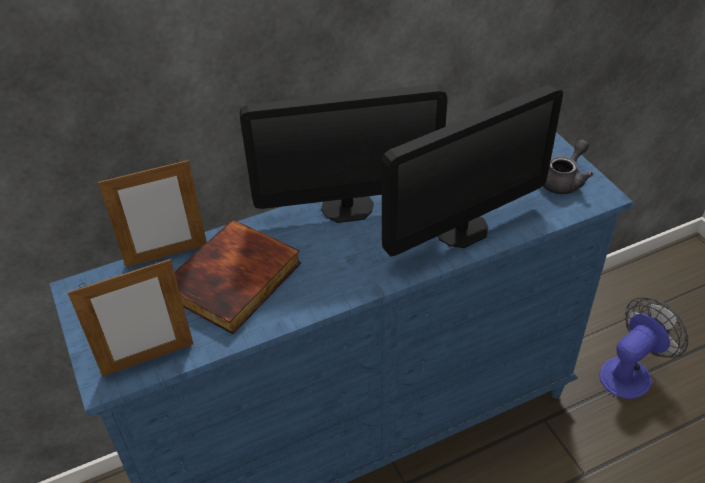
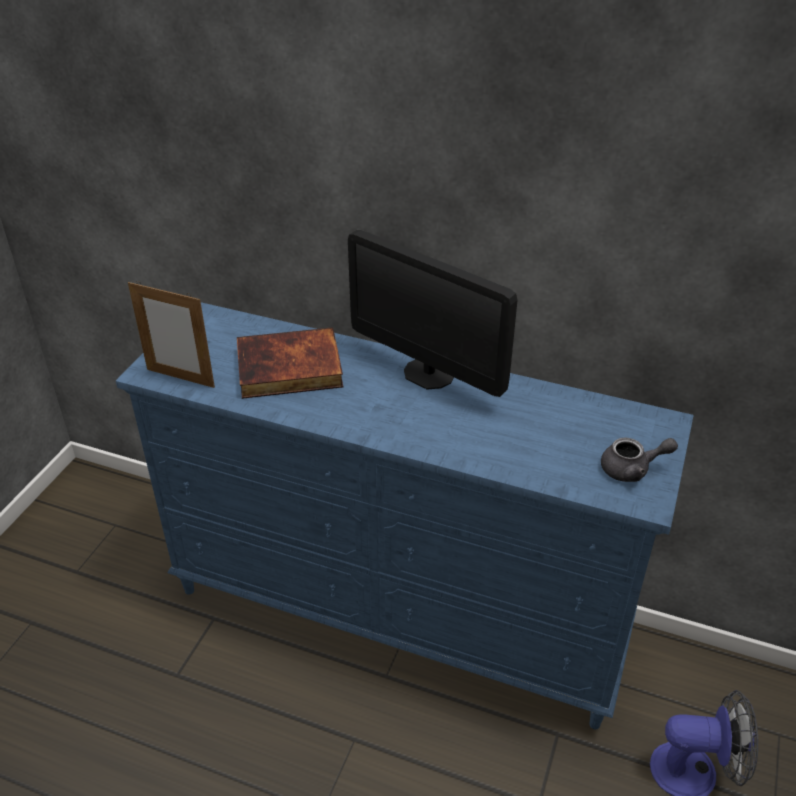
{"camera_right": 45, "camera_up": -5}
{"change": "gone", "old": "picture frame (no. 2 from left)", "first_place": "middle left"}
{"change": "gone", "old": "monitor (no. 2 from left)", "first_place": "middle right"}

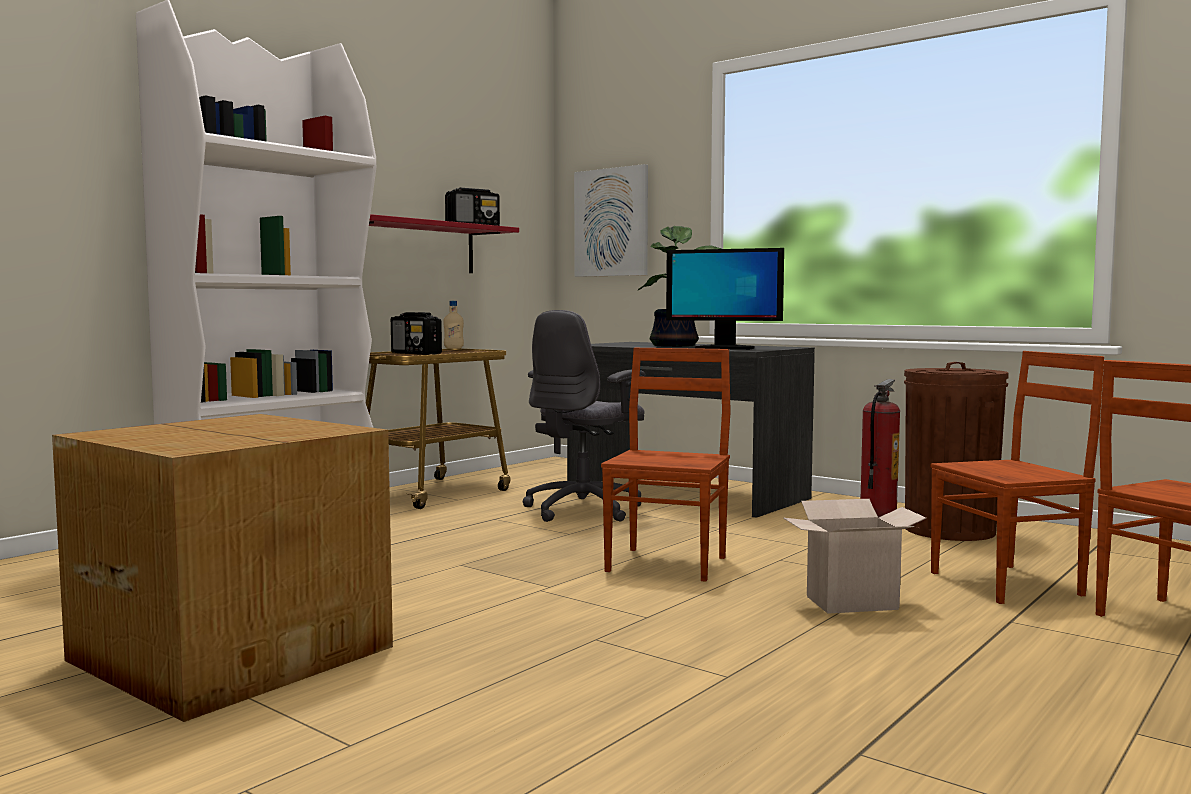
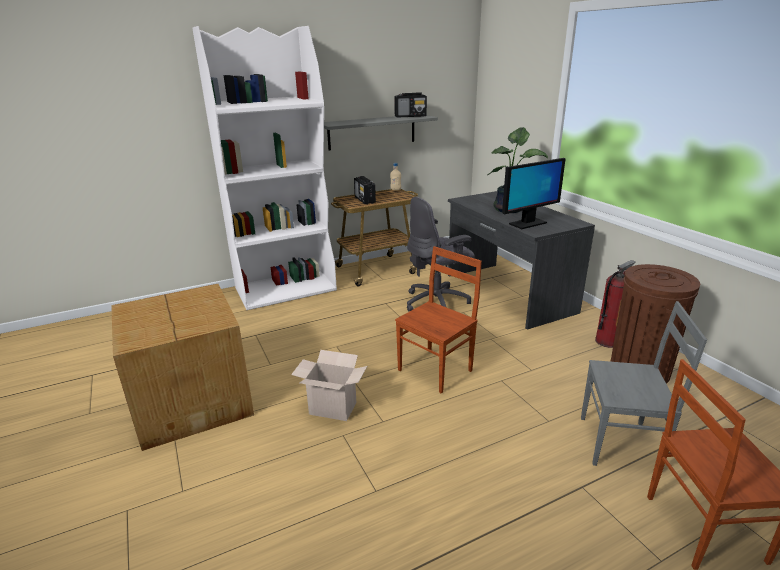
{"camera_right": 25, "camera_up": 20}
{"change": "shifted", "old": "cardboard box (no. 2 from left)", "first_place": "bottom right", "second_place": "bottom centre"}
{"change": "repainted", "old": "shelf (red)", "new": "shelf (grey)", "first_place": "top centre", "second_place": "top centre"}
{"change": "rotated", "old": "monitor", "first_place": "centre", "second_place": "middle right", "degrees": -75}
{"change": "repainted", "old": "chair (brown) (no. 2 from left)", "new": "chair (grey)", "first_place": "middle right", "second_place": "bottom right"}
{"change": "gone", "old": "picture", "first_place": "top centre"}

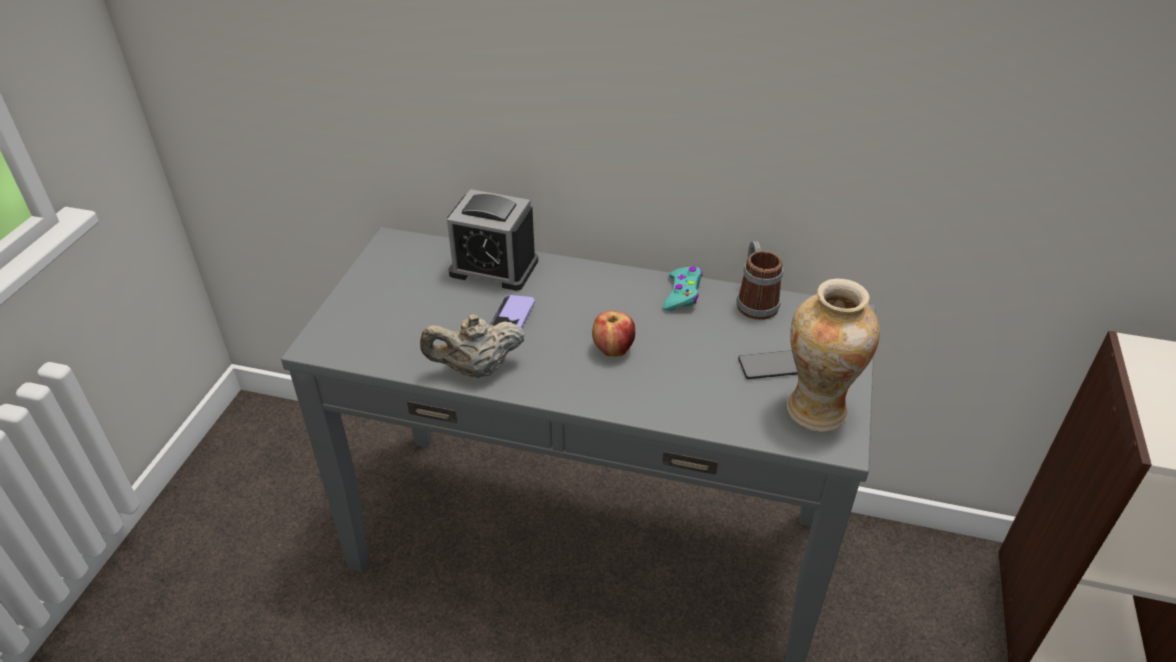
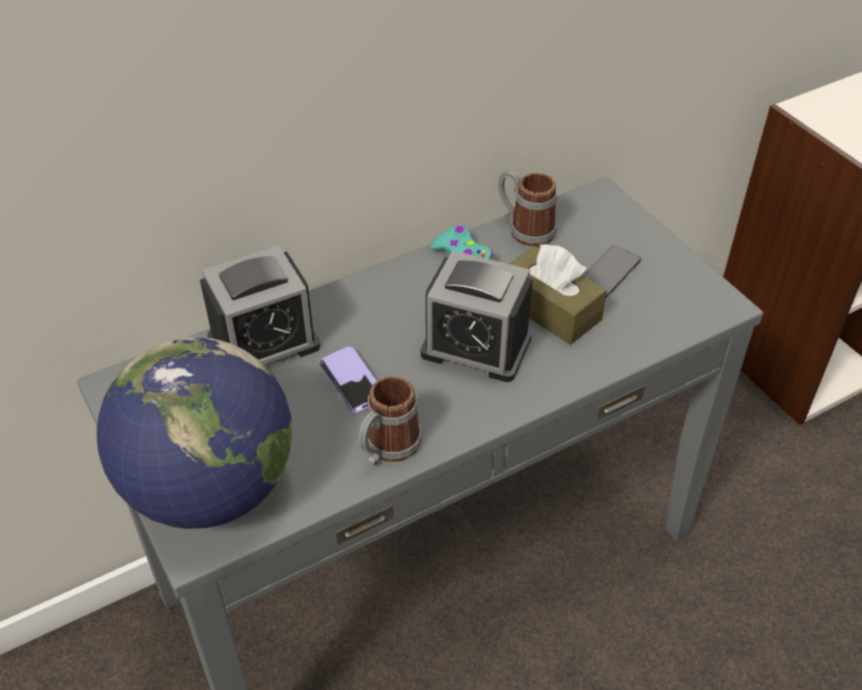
{"camera_right": -45, "camera_up": 5}
{"change": "new", "new": "globe", "second_place": "middle left"}
{"change": "swapped", "old": "teapot (beige)", "new": "mug (no. 1 from left)", "first_place": "centre", "second_place": "centre"}
{"change": "swapped", "old": "apple", "new": "alarm clock (no. 2 from left)", "first_place": "centre", "second_place": "centre"}
{"change": "new", "new": "tissue box (brown)", "second_place": "centre"}
{"change": "gone", "old": "vase", "first_place": "middle right"}

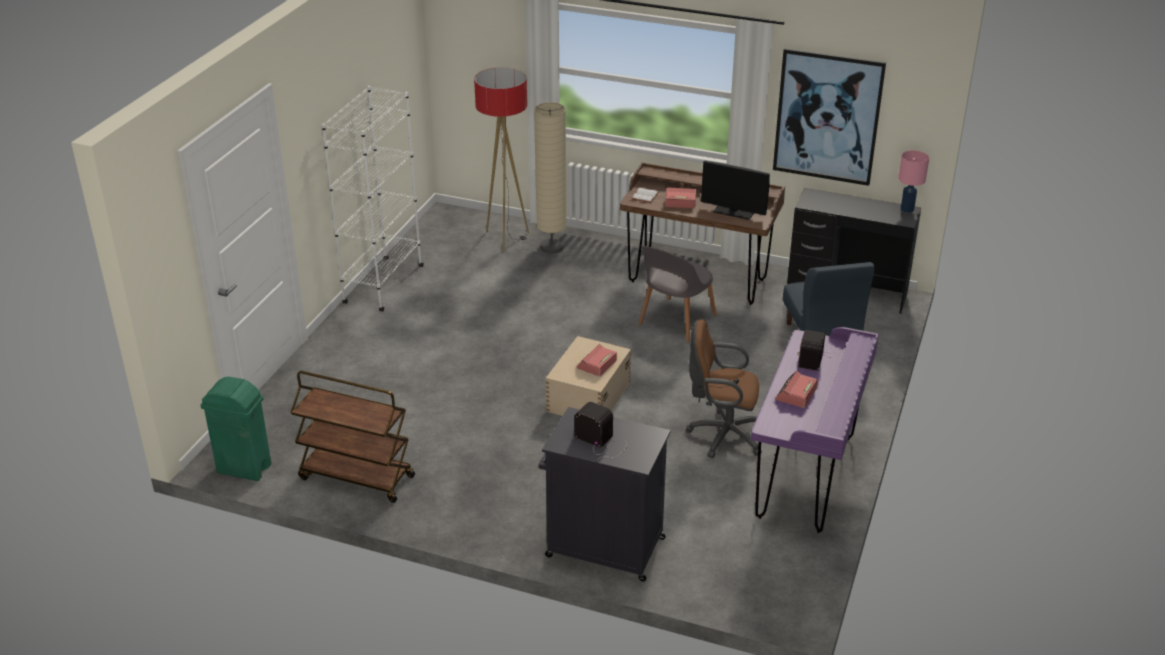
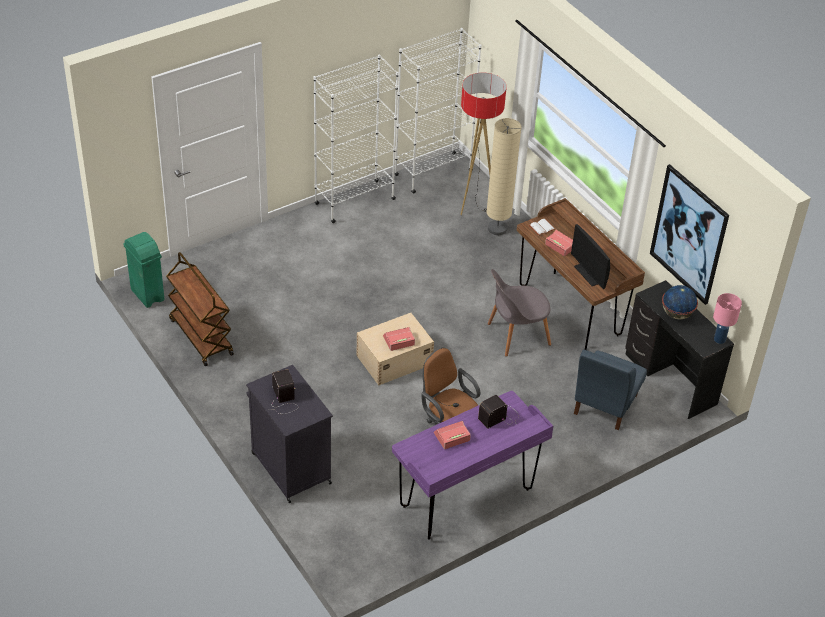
{"camera_right": 35, "camera_up": 10}
{"change": "new", "new": "bookcase (white) (no. 2 from left)", "second_place": "top centre"}
{"change": "new", "new": "globe", "second_place": "middle right"}

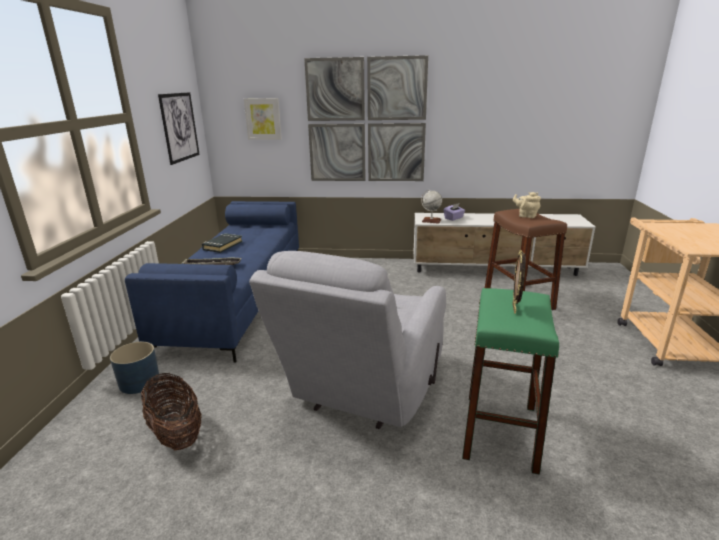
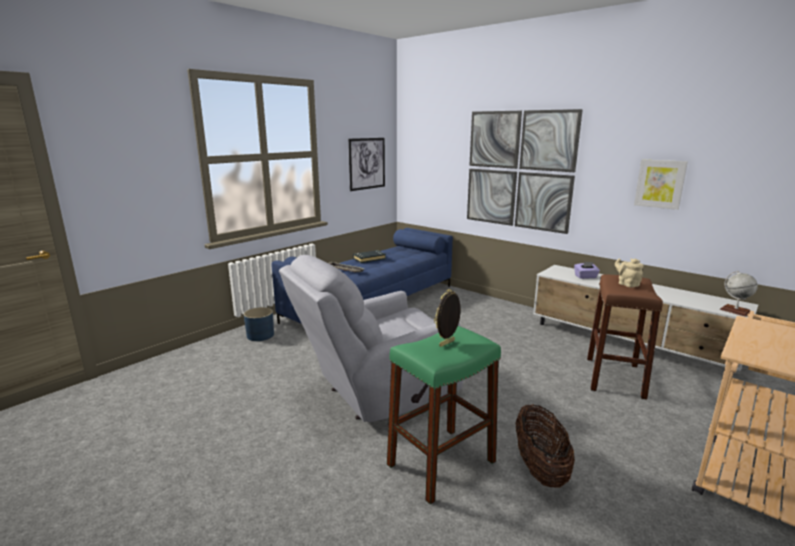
{"camera_right": 35, "camera_up": -5}
{"change": "shifted", "old": "basket", "first_place": "bottom left", "second_place": "bottom right"}
{"change": "shifted", "old": "picture (no. 2 from left in the first image)", "new": "picture (no. 3 from left)", "first_place": "top centre", "second_place": "middle right"}
{"change": "shifted", "old": "globe", "first_place": "centre", "second_place": "middle right"}

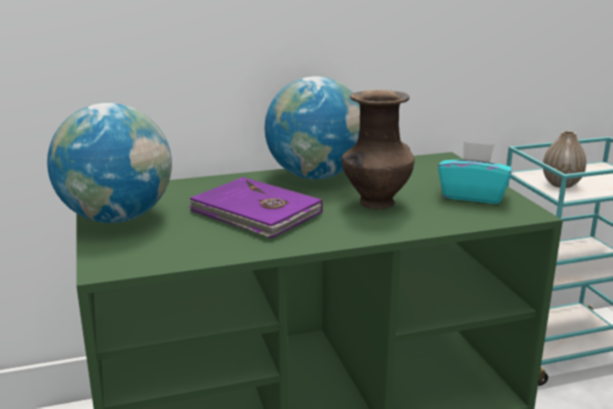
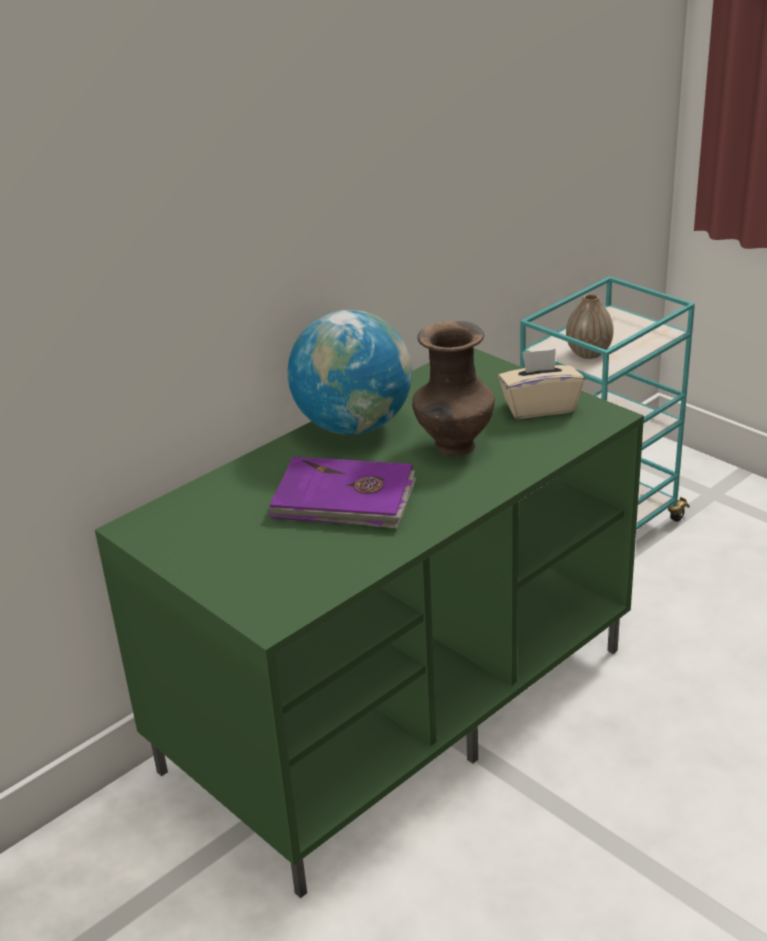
{"camera_right": -25, "camera_up": 10}
{"change": "repainted", "old": "tissue box (turquoise)", "new": "tissue box (beige)", "first_place": "middle right", "second_place": "middle right"}
{"change": "gone", "old": "globe (no. 1 from left)", "first_place": "middle left"}

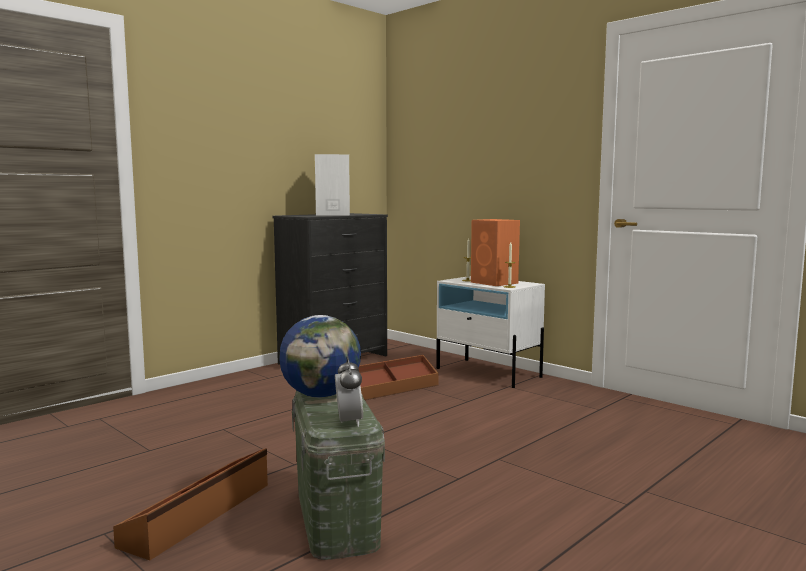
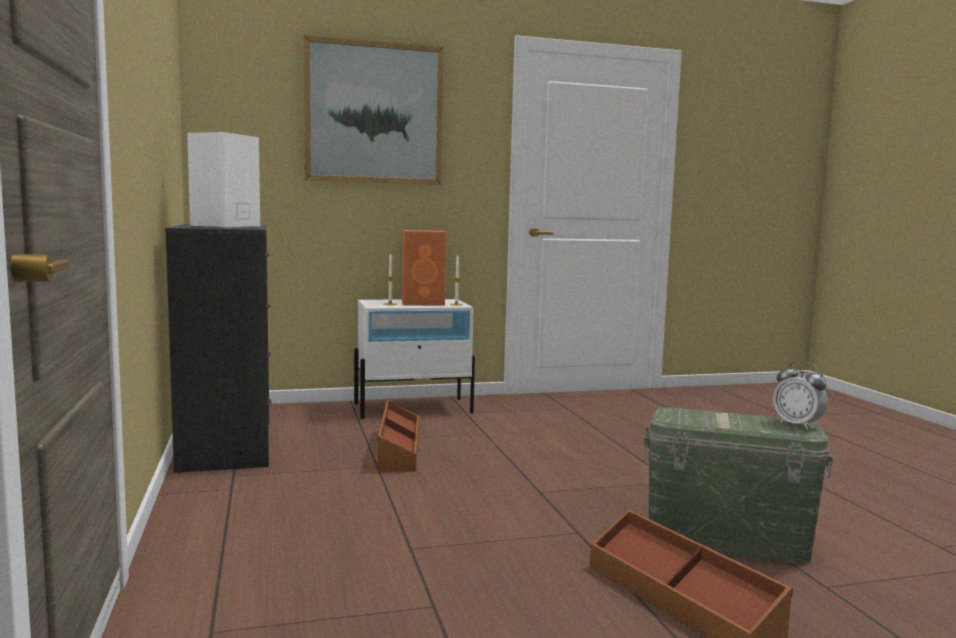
{"camera_right": -60, "camera_up": 0}
{"change": "new", "new": "picture", "second_place": "top centre"}
{"change": "rotated", "old": "alarm clock", "first_place": "bottom centre", "second_place": "middle right", "degrees": -150}
{"change": "gone", "old": "globe", "first_place": "centre"}

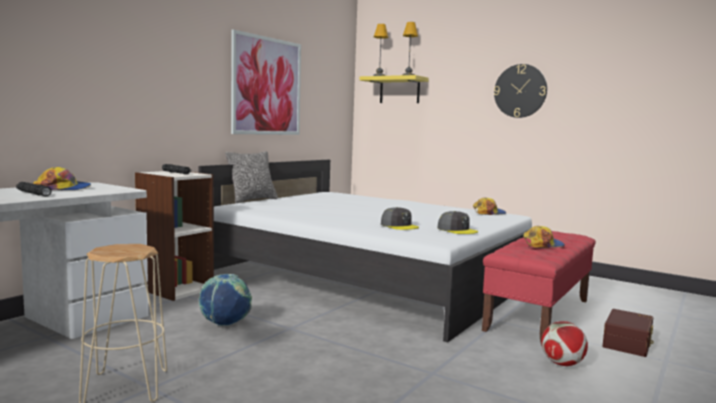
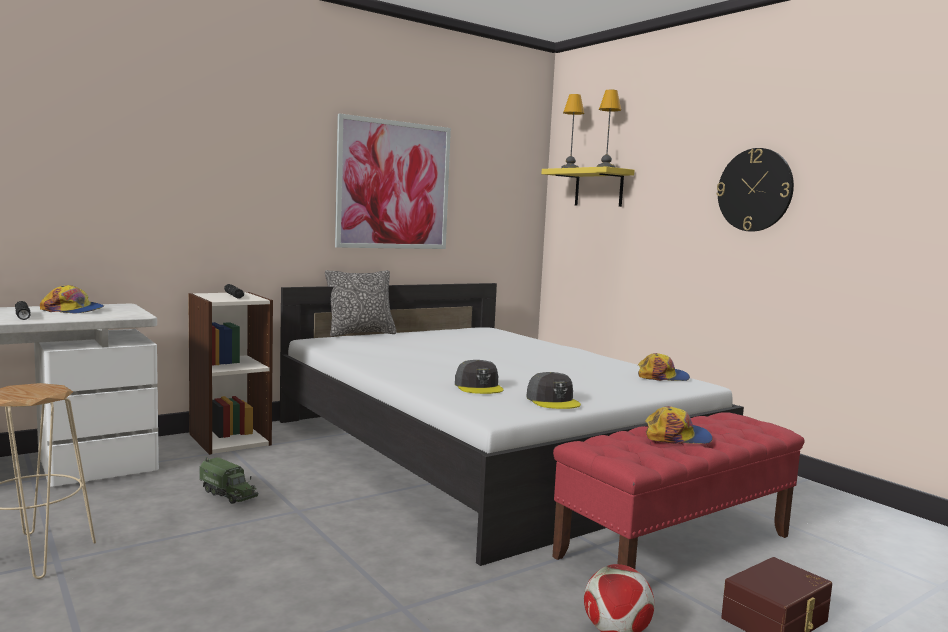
{"camera_right": 20, "camera_up": 0}
{"change": "swapped", "old": "globe", "new": "toy truck", "first_place": "bottom left", "second_place": "bottom left"}

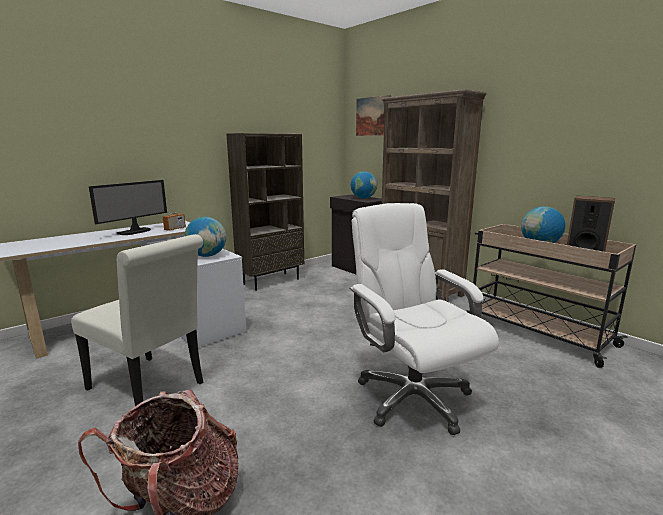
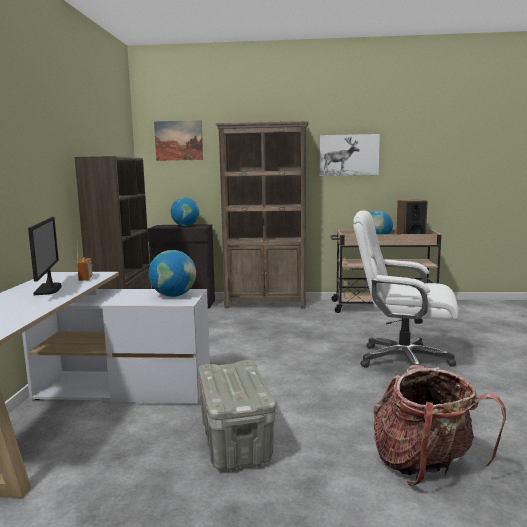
{"camera_right": -45, "camera_up": -5}
{"change": "swapped", "old": "chair (white)", "new": "storage box (grey)", "first_place": "middle left", "second_place": "bottom centre"}
{"change": "new", "new": "picture (no. 2 from left)", "second_place": "top centre"}

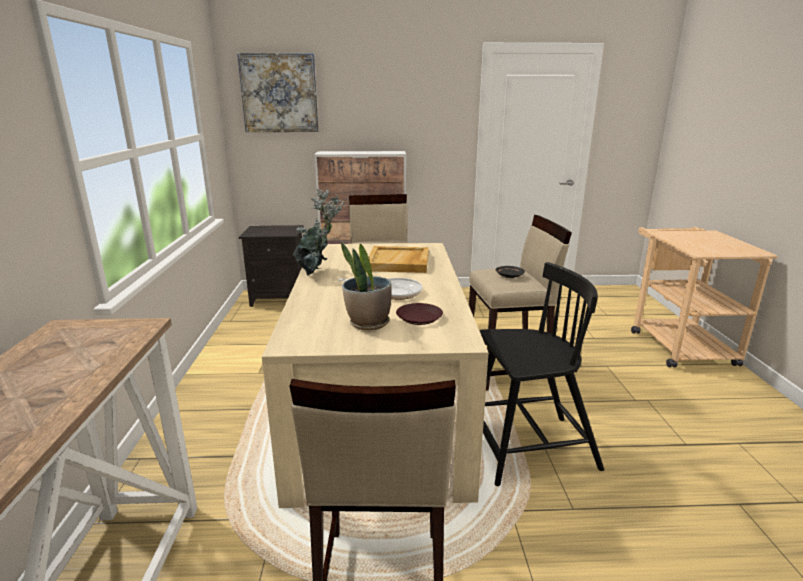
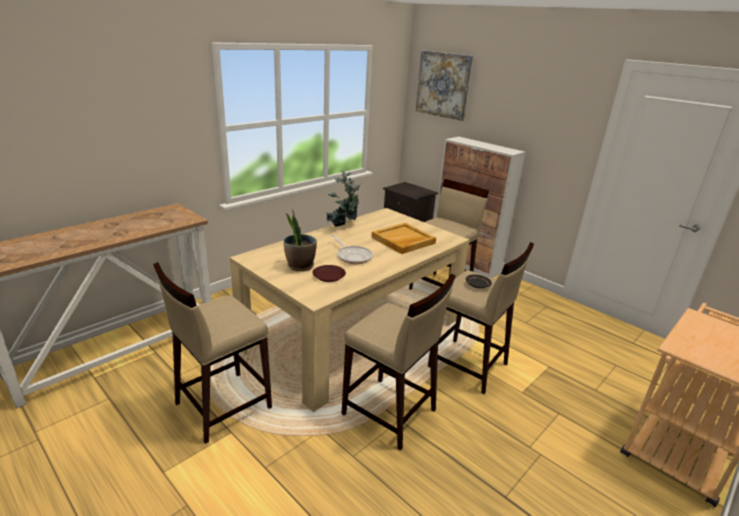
{"camera_right": 45, "camera_up": 5}
{"change": "swapped", "old": "chair (black)", "new": "stool (beige) (no. 2 from left)", "first_place": "middle right", "second_place": "bottom centre"}

